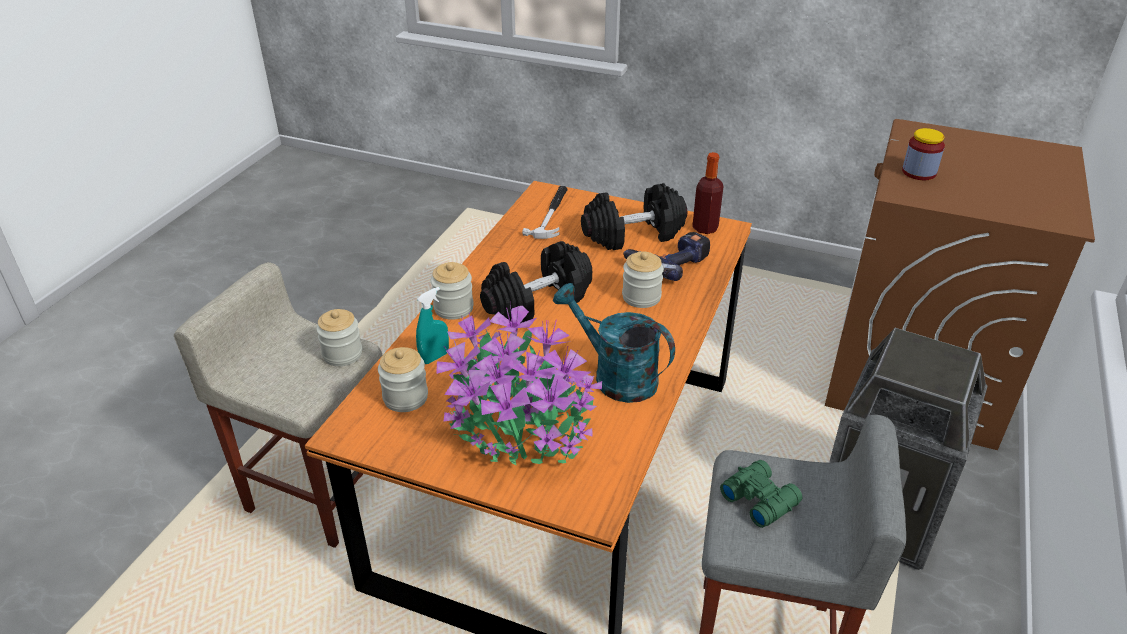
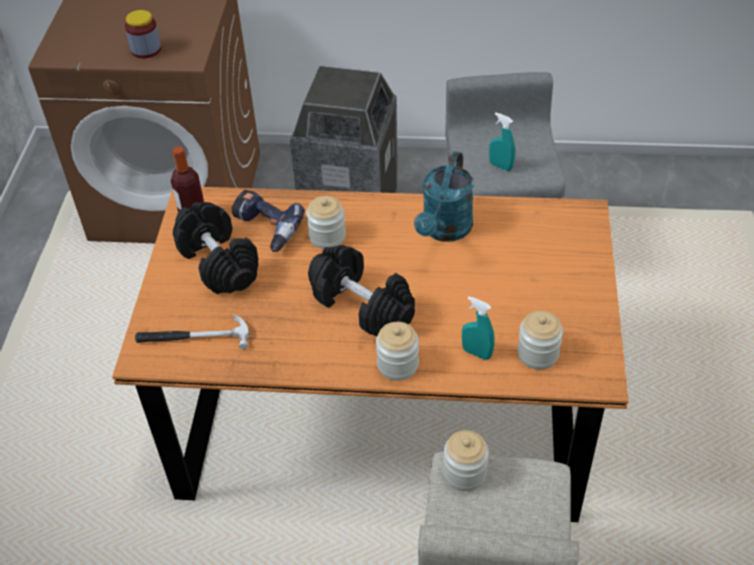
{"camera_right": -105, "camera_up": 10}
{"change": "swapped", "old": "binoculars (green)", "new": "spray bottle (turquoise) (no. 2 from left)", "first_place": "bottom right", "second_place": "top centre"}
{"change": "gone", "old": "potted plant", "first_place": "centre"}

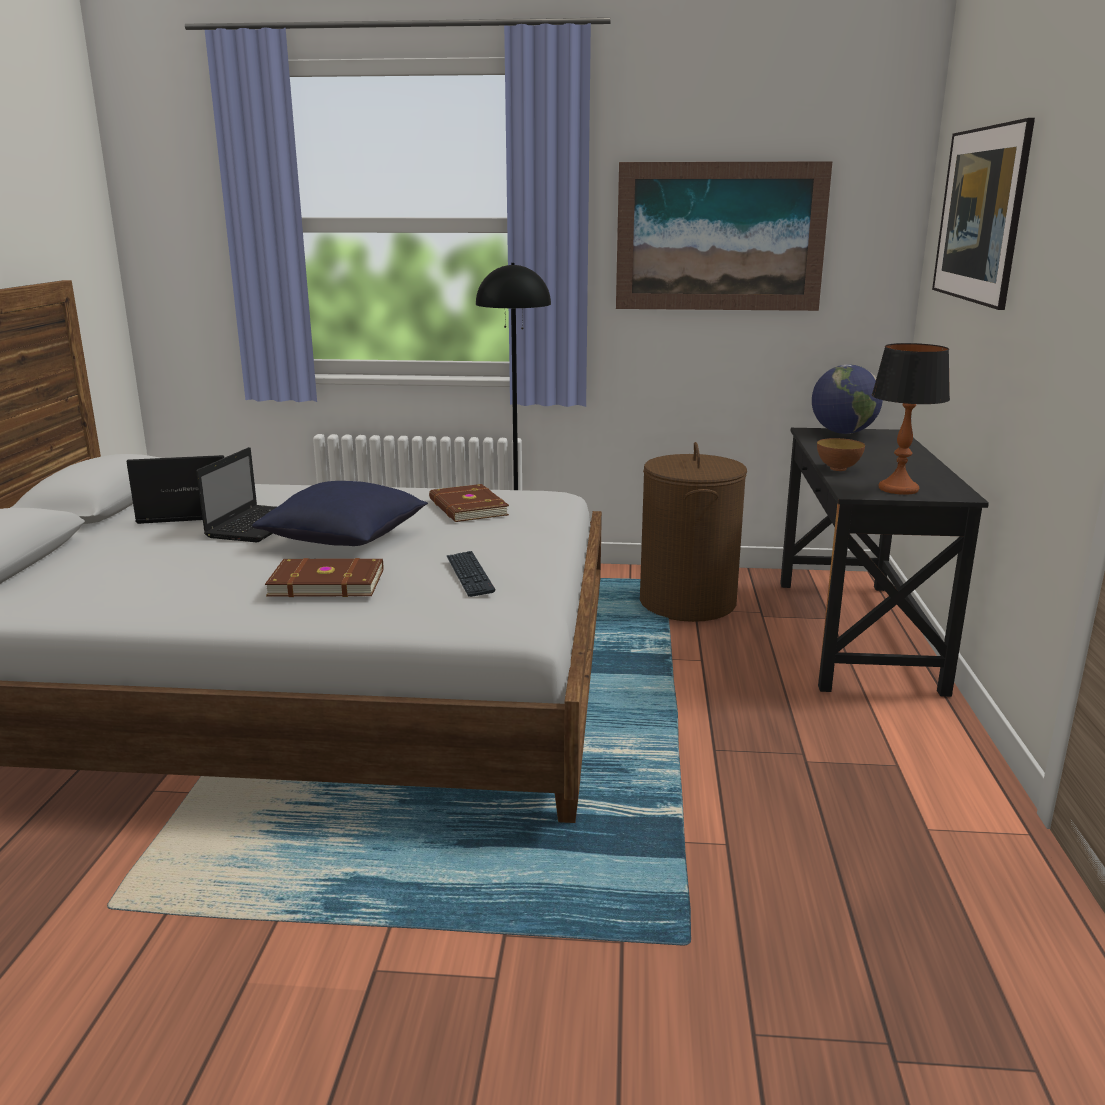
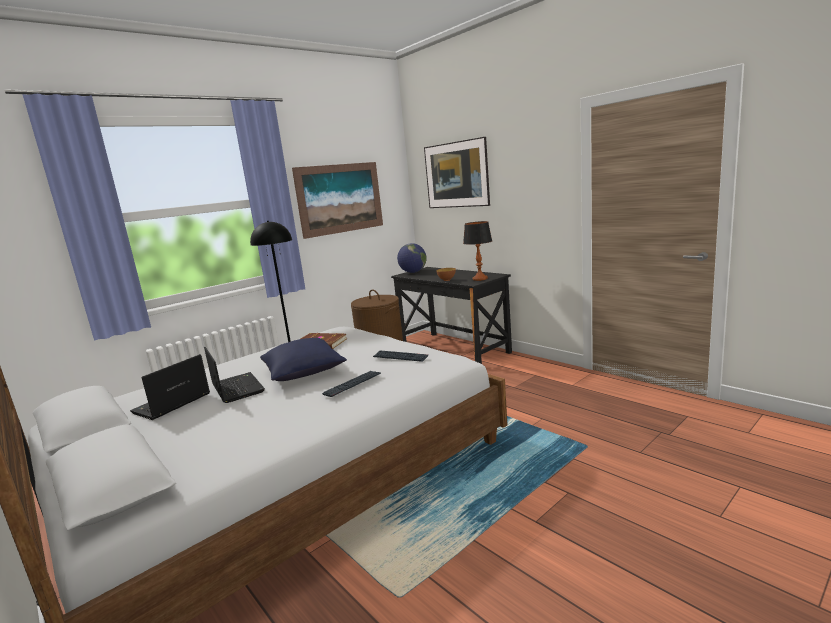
{"camera_right": -45, "camera_up": -5}
{"change": "swapped", "old": "book (brown) (no. 1 from left)", "new": "keyboard (no. 1 from left)", "first_place": "middle left", "second_place": "centre"}

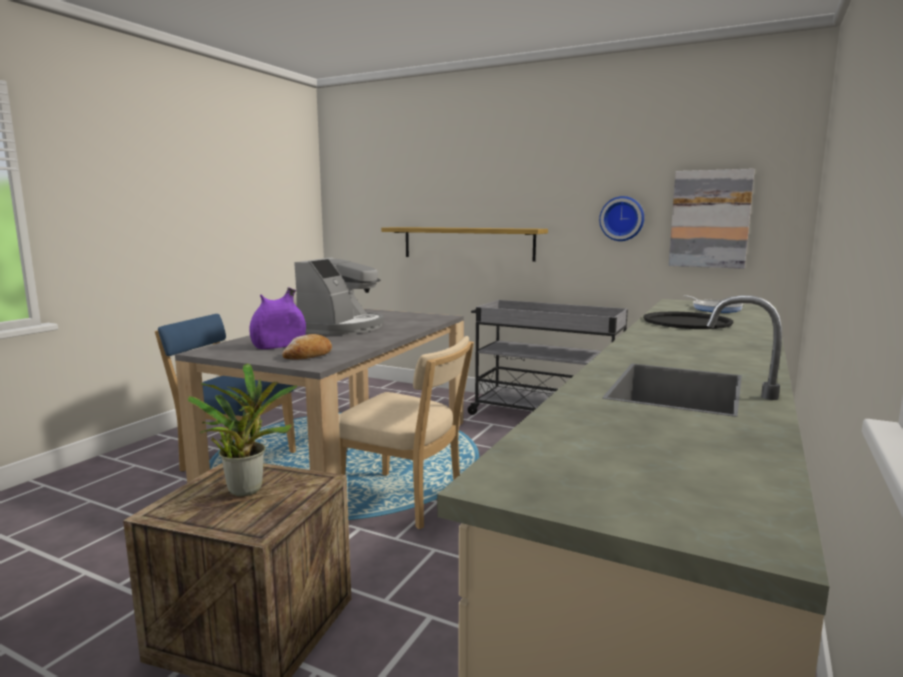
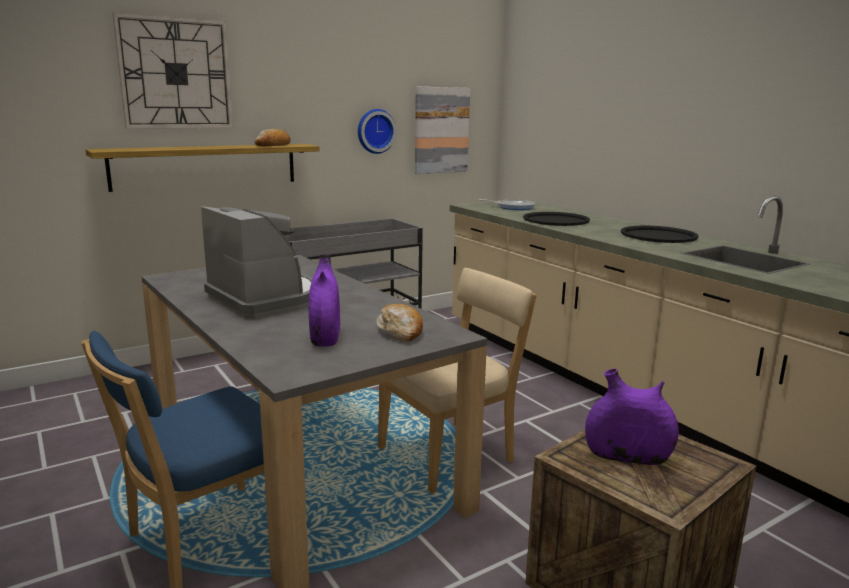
{"camera_right": -60, "camera_up": 5}
{"change": "new", "new": "wall clock (no. 1 from left)", "second_place": "top left"}
{"change": "new", "new": "bread (no. 1 from left)", "second_place": "top left"}
{"change": "swapped", "old": "potted plant", "new": "vase (purple) (no. 2 from left)", "first_place": "middle left", "second_place": "bottom right"}
{"change": "new", "new": "tray (black) (no. 2 from left)", "second_place": "middle right"}

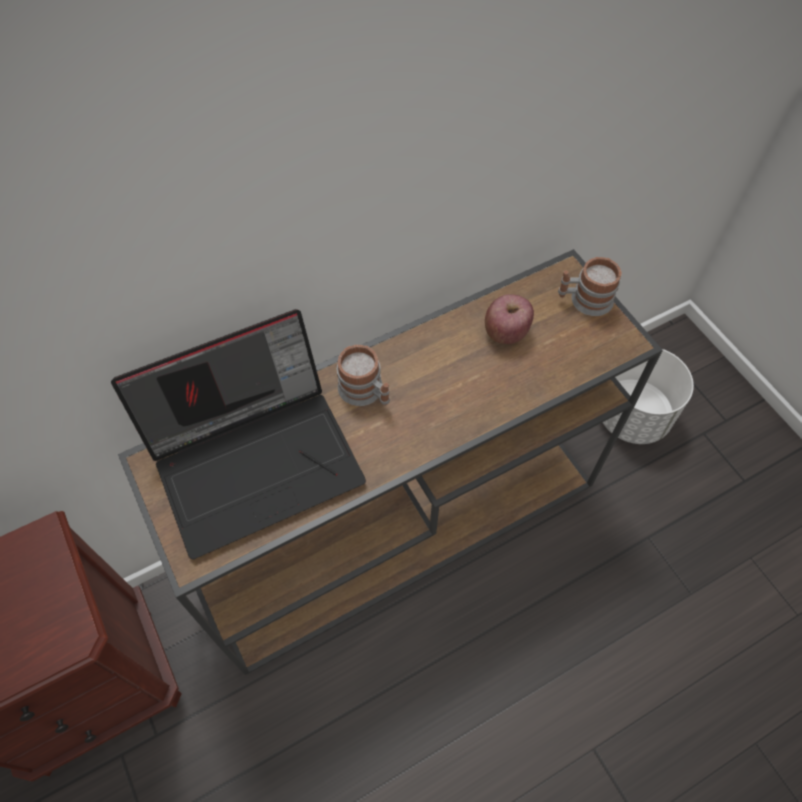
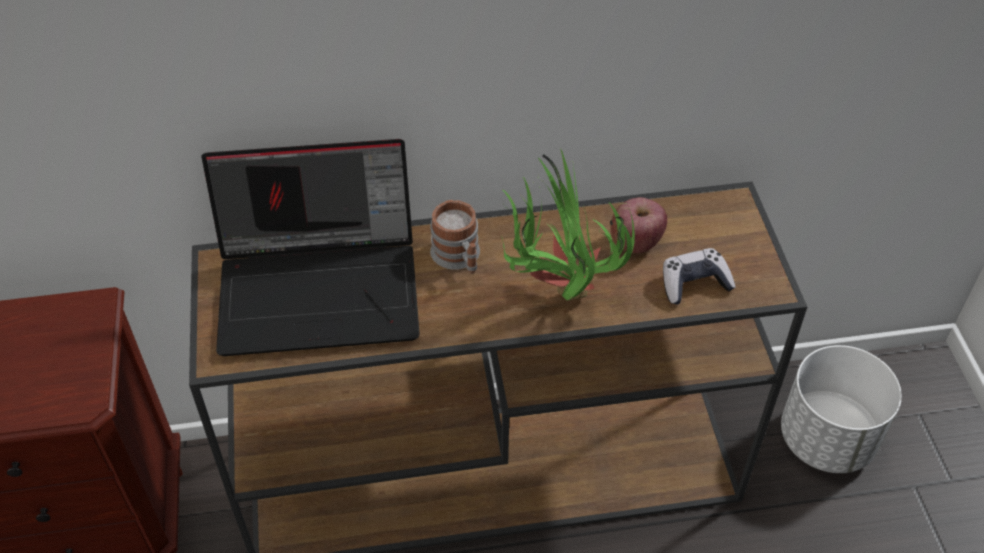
{"camera_right": 20, "camera_up": -10}
{"change": "new", "new": "potted plant", "second_place": "centre"}
{"change": "new", "new": "game controller", "second_place": "middle right"}
{"change": "gone", "old": "mug (no. 2 from left)", "first_place": "middle right"}

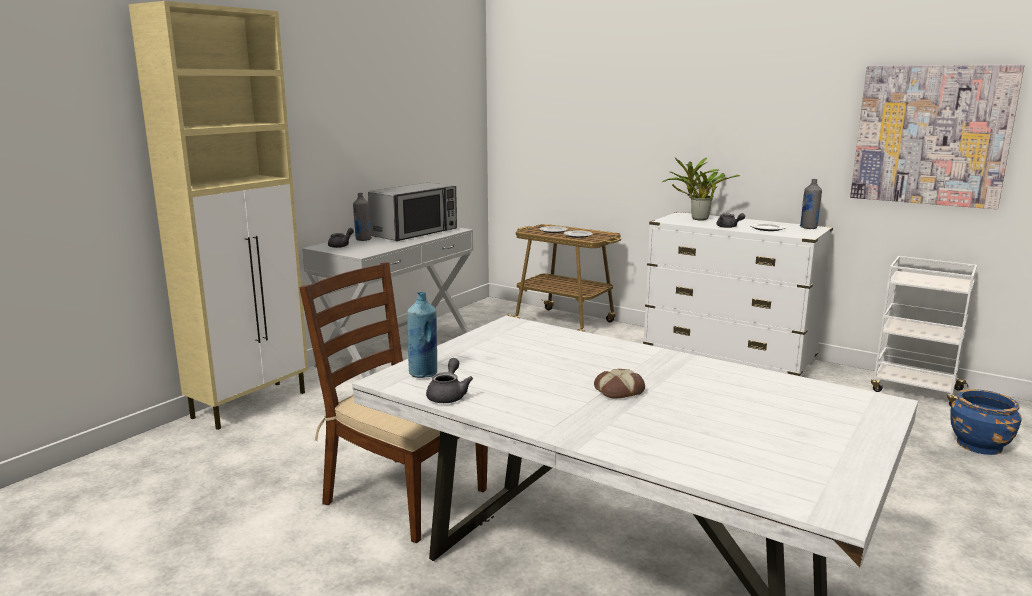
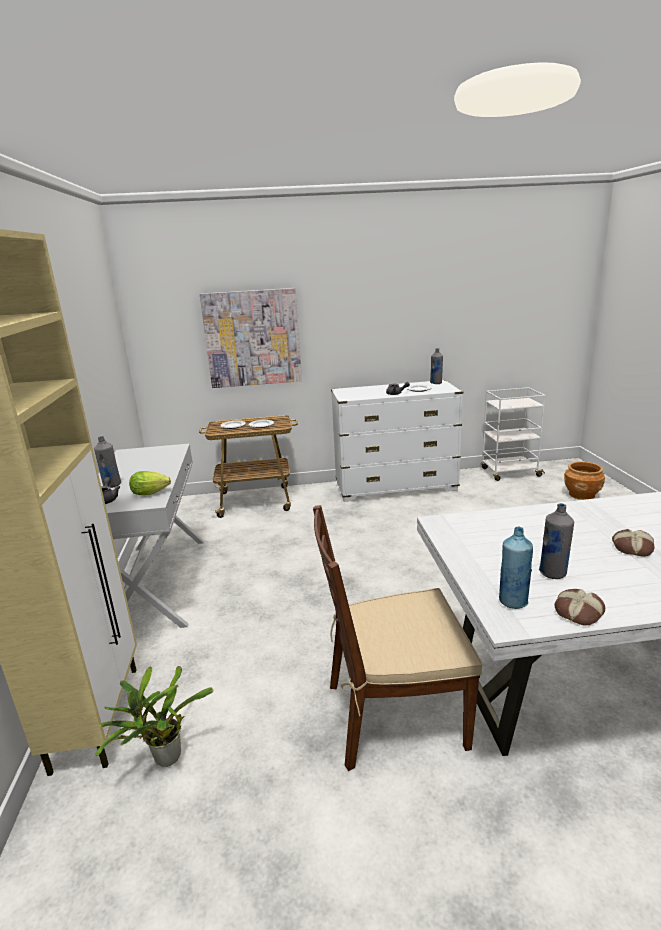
{"camera_right": -40, "camera_up": 5}
{"change": "shifted", "old": "potted plant", "first_place": "top right", "second_place": "bottom left"}
{"change": "new", "new": "lettuce", "second_place": "middle left"}
{"change": "shifted", "old": "picture", "first_place": "top right", "second_place": "centre"}
{"change": "new", "new": "bottle (grey) (no. 3 from left)", "second_place": "middle right"}
{"change": "swapped", "old": "teapot (grey) (no. 2 from left)", "new": "bread (no. 1 from left)", "first_place": "centre", "second_place": "middle right"}
{"change": "repainted", "old": "planter (blue)", "new": "planter (brown)", "first_place": "bottom right", "second_place": "middle right"}
{"change": "gone", "old": "microwave", "first_place": "centre"}

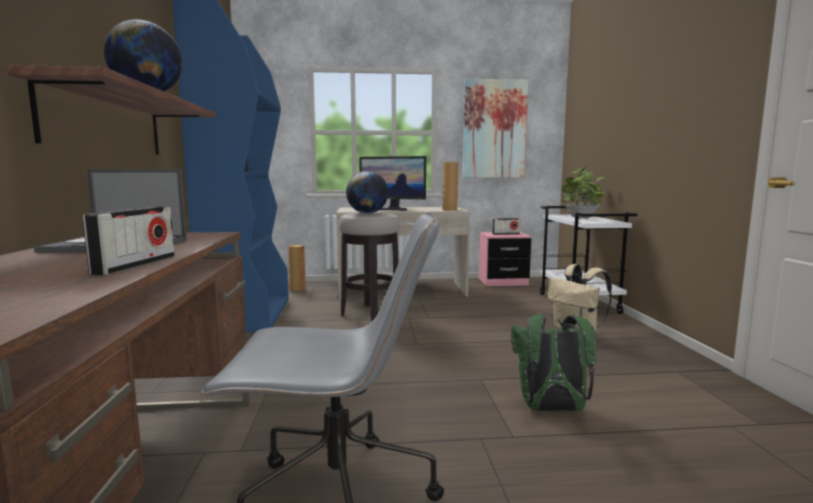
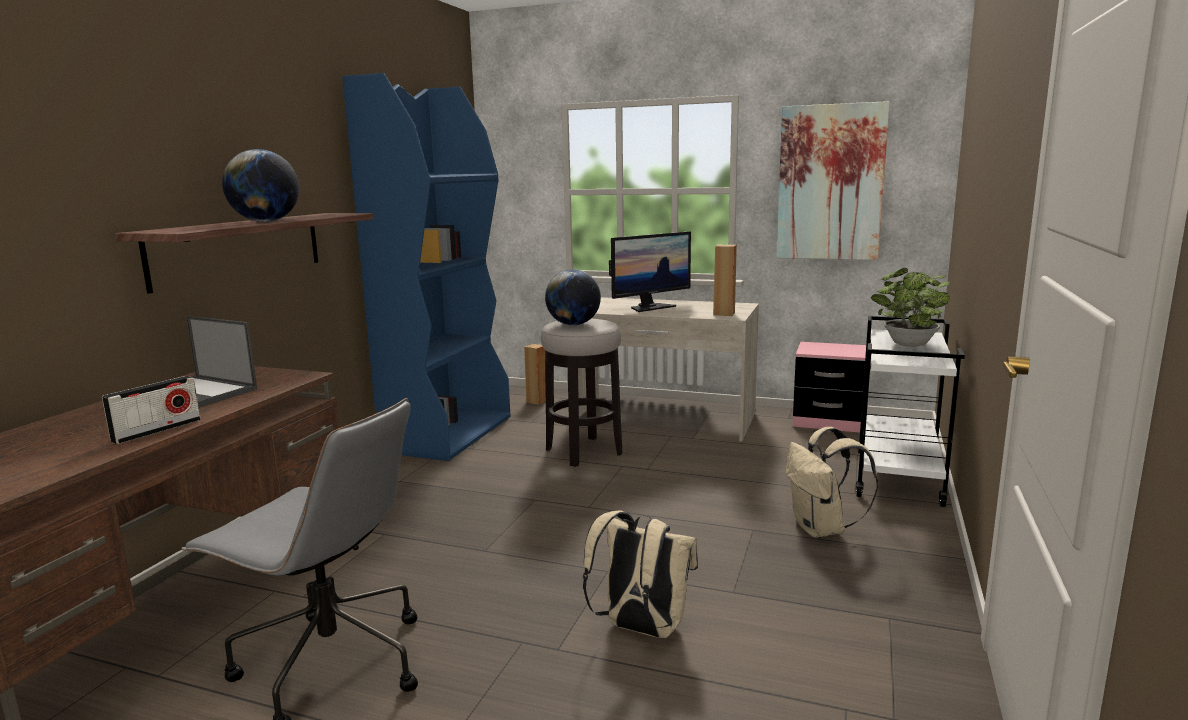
{"camera_right": 25, "camera_up": 5}
{"change": "repainted", "old": "backpack (green)", "new": "backpack (beige) (no. 1 from left)", "first_place": "bottom right", "second_place": "bottom centre"}
{"change": "rotated", "old": "monitor", "first_place": "centre", "second_place": "centre", "degrees": -75}
{"change": "gone", "old": "radio (no. 2 from left)", "first_place": "centre"}

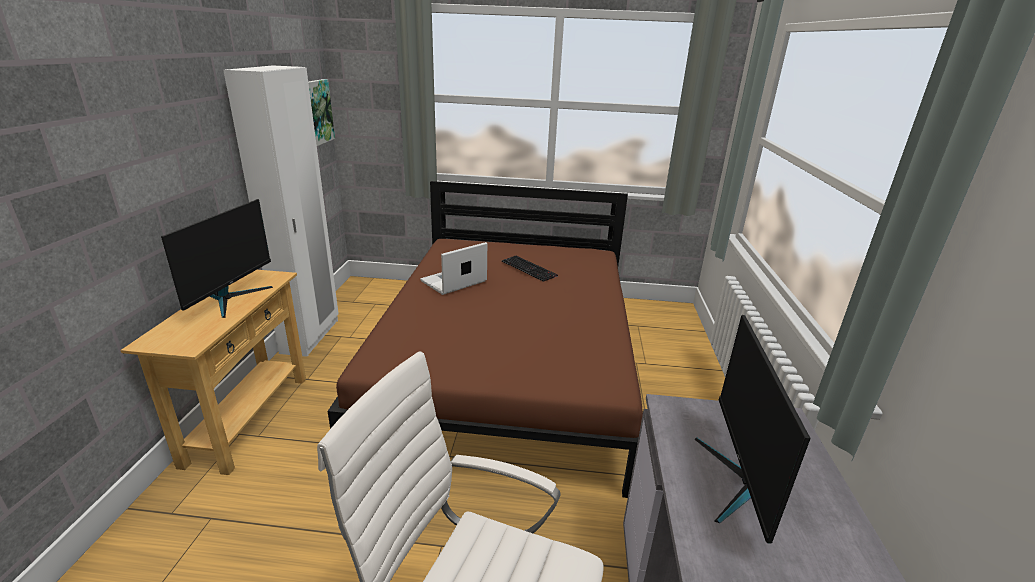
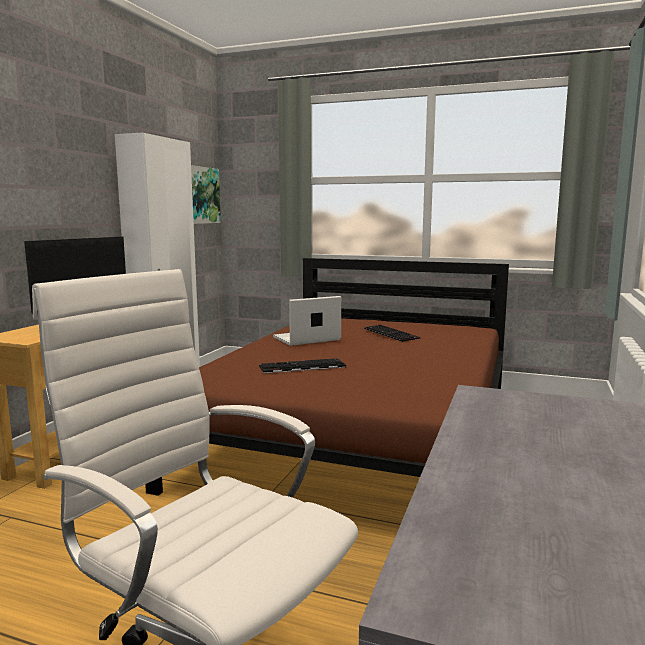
{"camera_right": 15, "camera_up": -15}
{"change": "new", "new": "keyboard (no. 1 from left)", "second_place": "centre"}
{"change": "gone", "old": "monitor (no. 2 from left)", "first_place": "bottom right"}

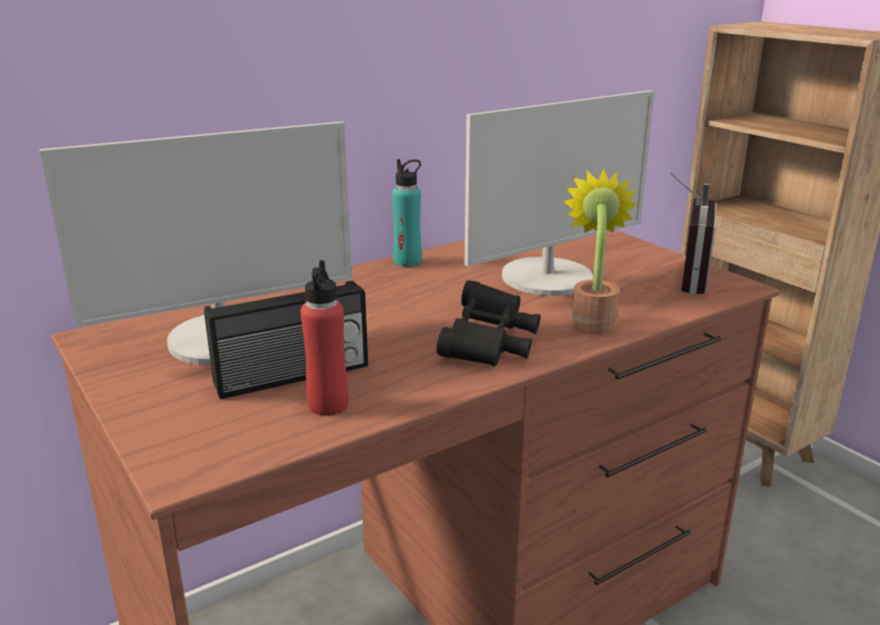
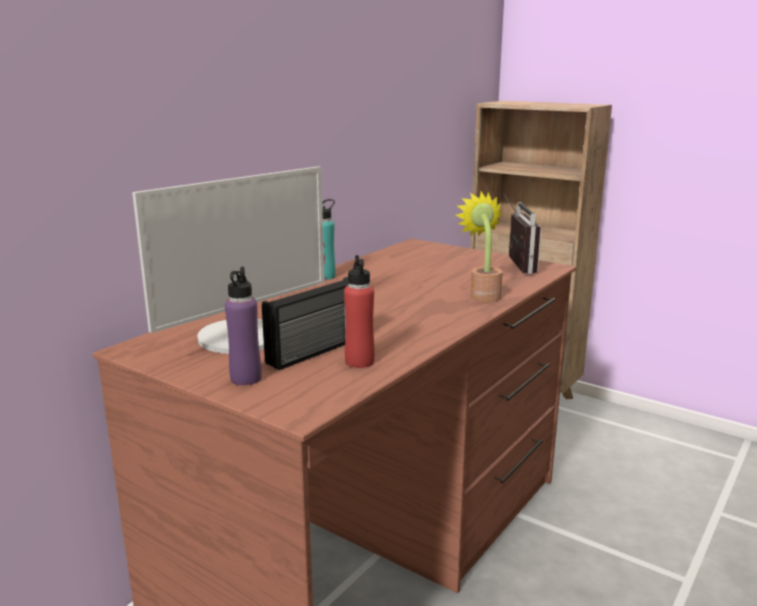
{"camera_right": -20, "camera_up": -5}
{"change": "new", "new": "bottle (purple)", "second_place": "middle left"}
{"change": "gone", "old": "binoculars (black)", "first_place": "centre"}
{"change": "gone", "old": "monitor (no. 2 from left)", "first_place": "top centre"}

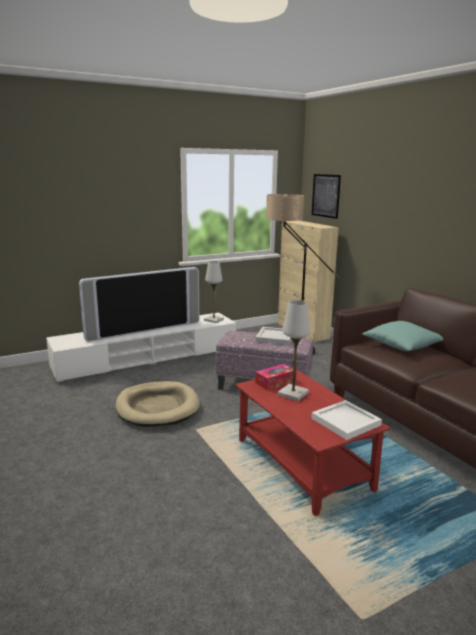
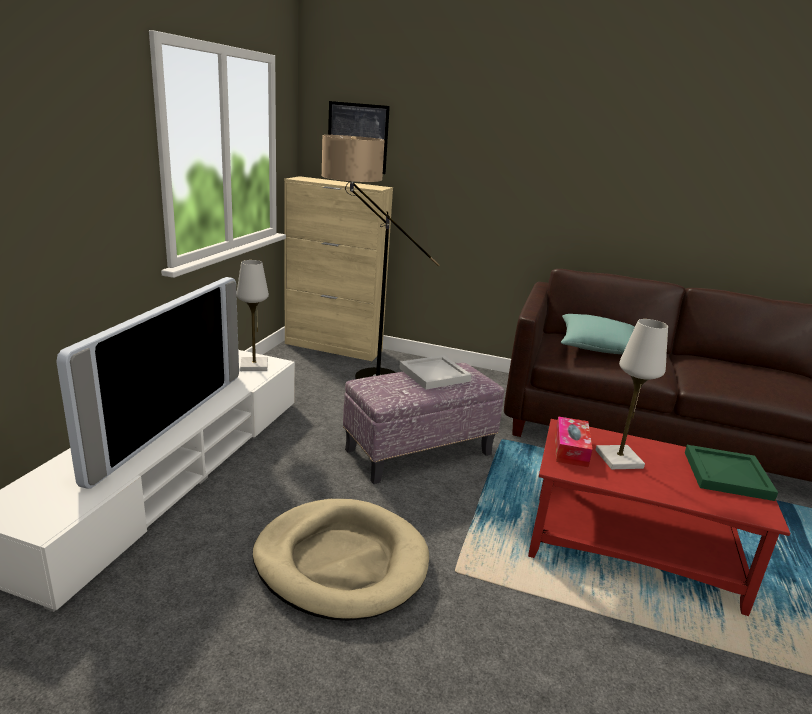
{"camera_right": -45, "camera_up": 5}
{"change": "repainted", "old": "tray (white) (no. 2 from left)", "new": "tray (green)", "first_place": "middle right", "second_place": "middle right"}

